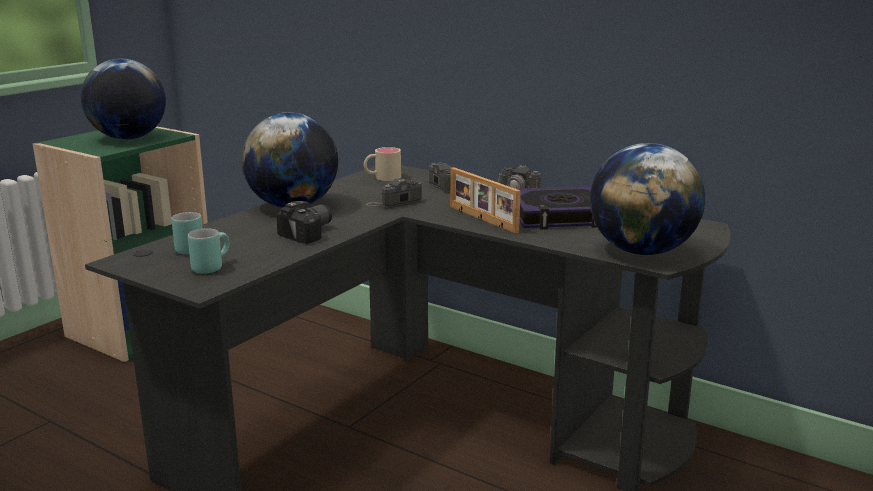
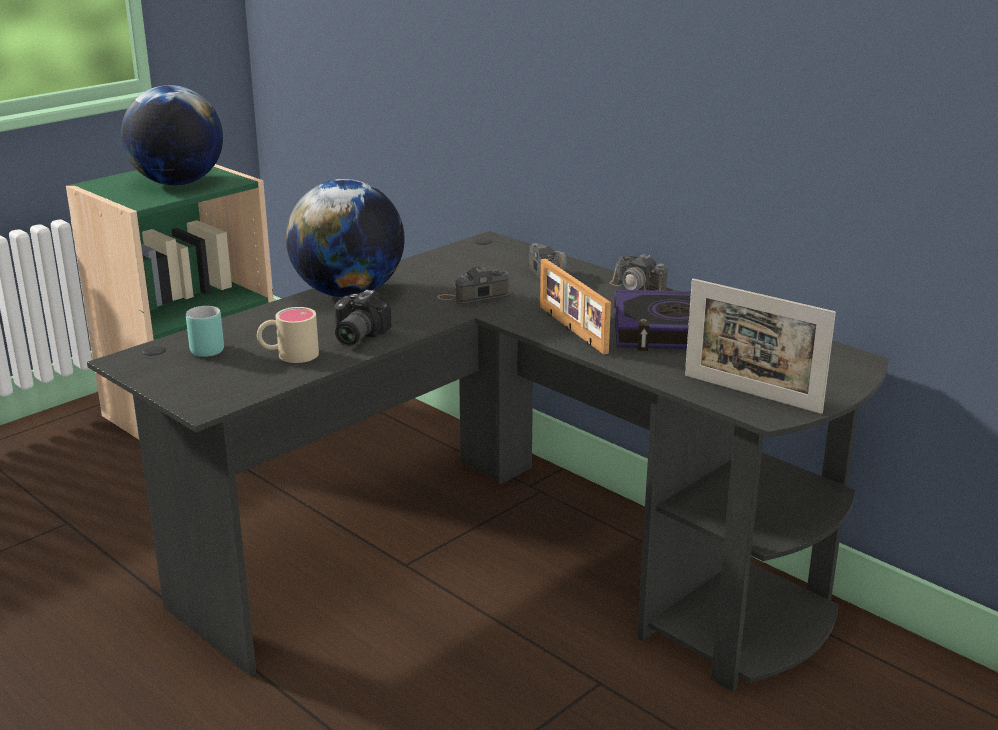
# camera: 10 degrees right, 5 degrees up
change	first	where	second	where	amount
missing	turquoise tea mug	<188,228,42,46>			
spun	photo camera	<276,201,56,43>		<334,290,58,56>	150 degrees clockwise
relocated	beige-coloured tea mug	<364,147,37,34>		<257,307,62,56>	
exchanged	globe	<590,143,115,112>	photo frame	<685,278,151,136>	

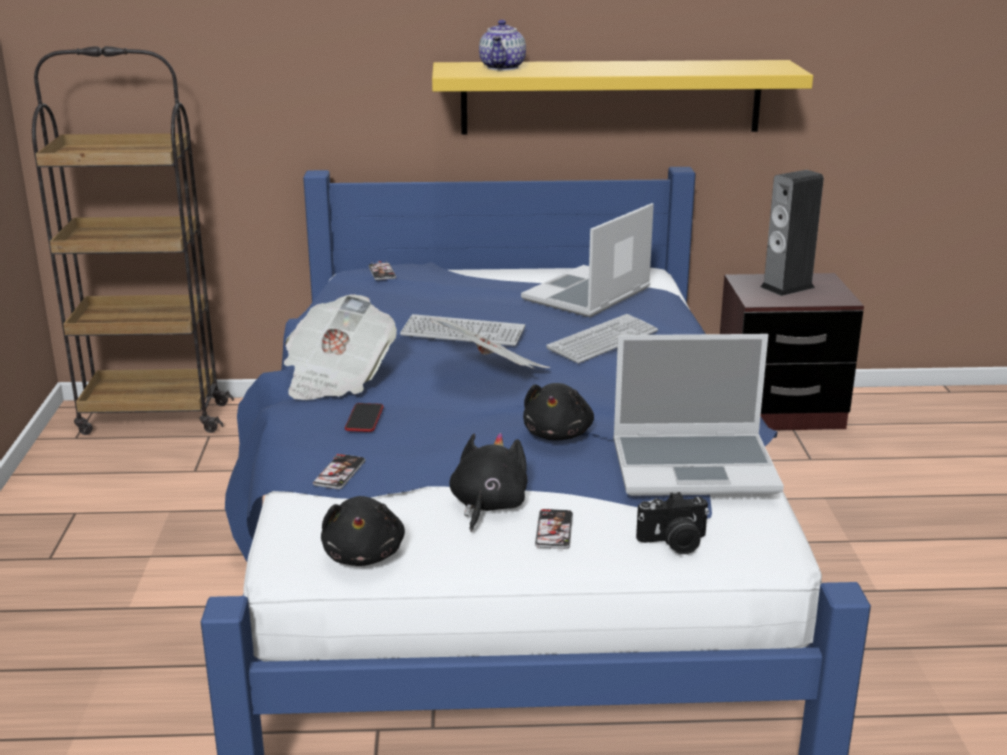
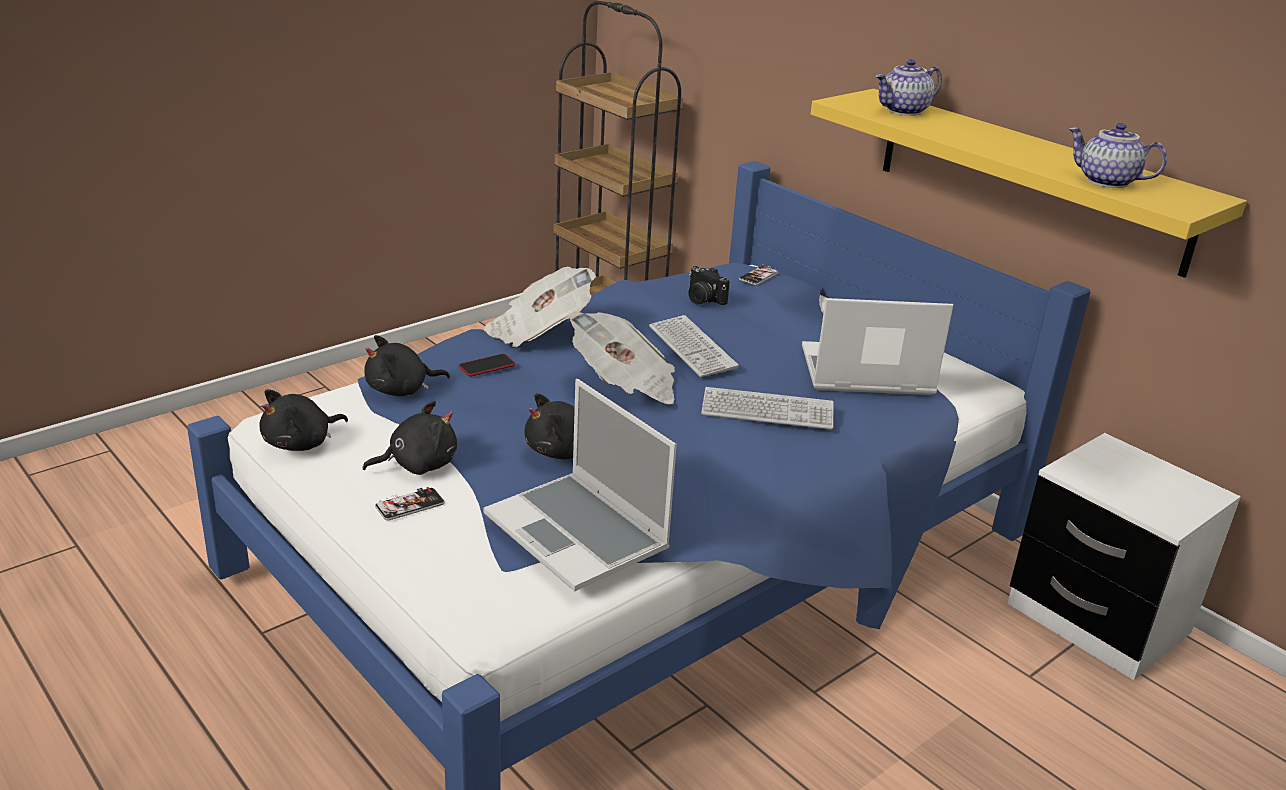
# camera: 50 degrees right, 5 degrees up
change	first	where	second	where	amount
exchanged	telephone	<313,454,52,35>	black-coloured soft toy	<364,335,86,61>	
relocated	photo camera	<636,492,73,62>		<688,266,42,39>	
colour	brown nightstand	<720,273,144,157>	white nightstand	<1007,433,234,247>	
missing	speaker	<760,170,64,126>			
appeared			pot for tea	<1068,123,99,65>	

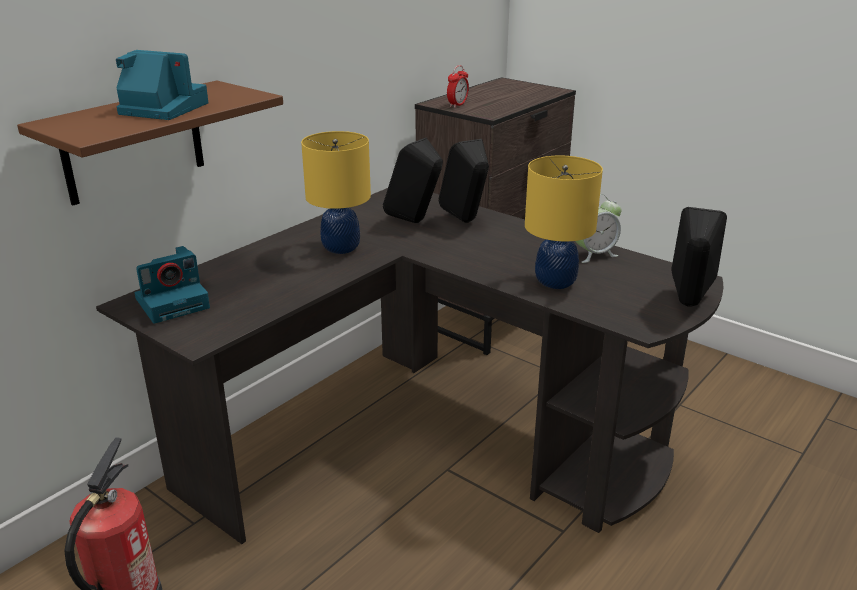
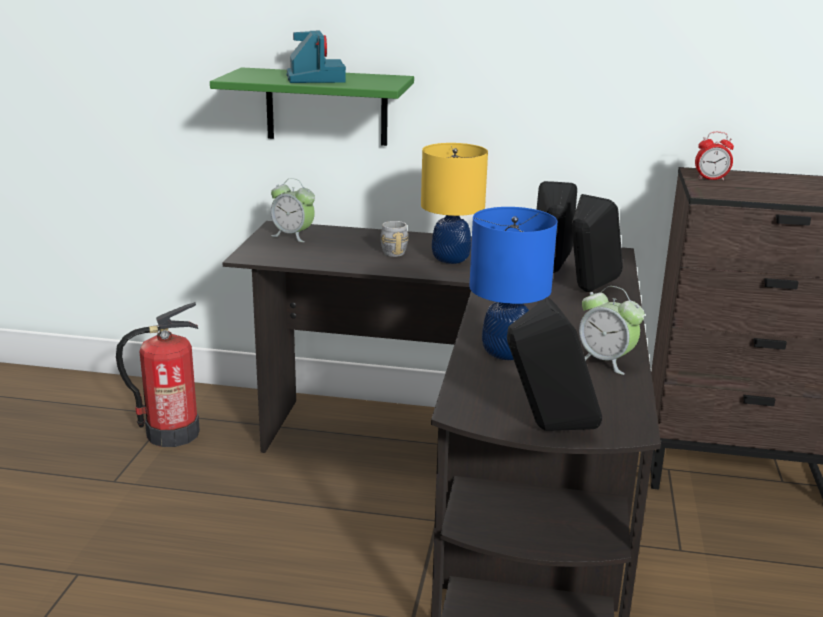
# camera: 60 degrees right, 5 degrees down
change	first	where	second	where	amount
colour	brown shelf	<17,80,266,126>	greenish shelf	<210,67,204,79>	
exchanged	photo camera	<135,246,75,78>	alarm clock	<271,178,44,64>	
colour	yellowish table lamp	<525,156,78,133>	blue-coloured table lamp	<469,207,88,153>	
appeared			gray tea mug	<381,221,27,36>	

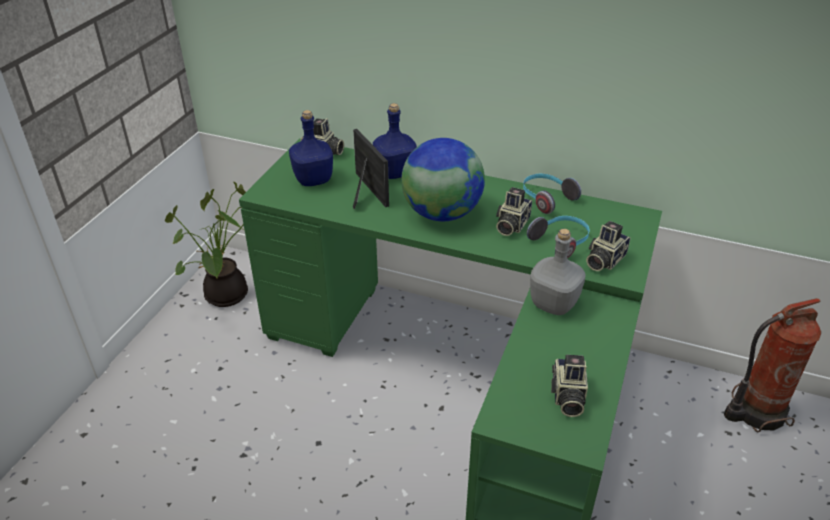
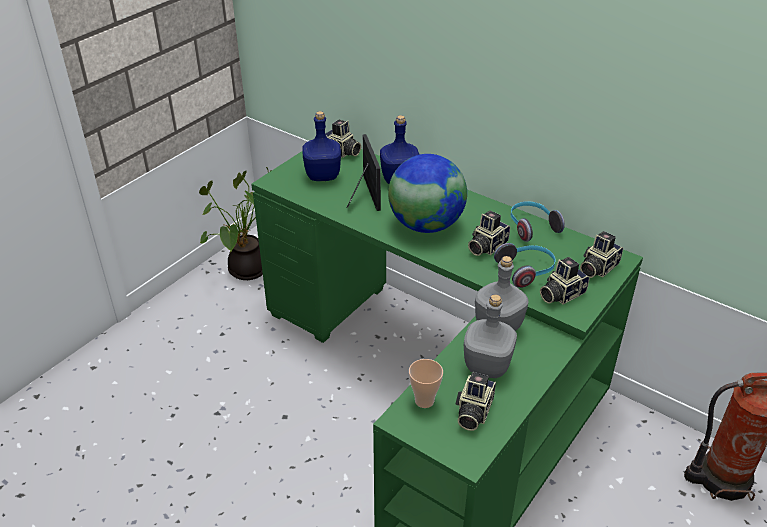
# camera: 15 degrees right, 0 degrees up
change	first	where	second	where	amount
appeared			cup	<409,359,34,49>	
appeared			gray beverage bottle	<464,294,53,84>	
appeared			photo camera	<580,231,43,47>	

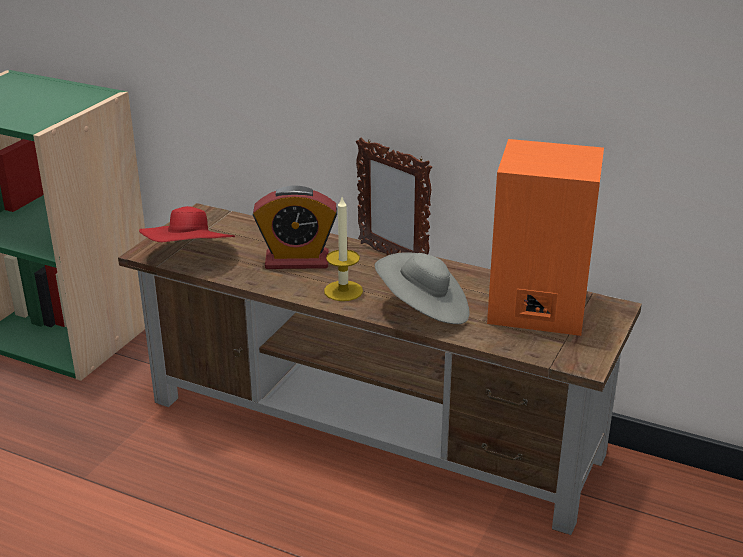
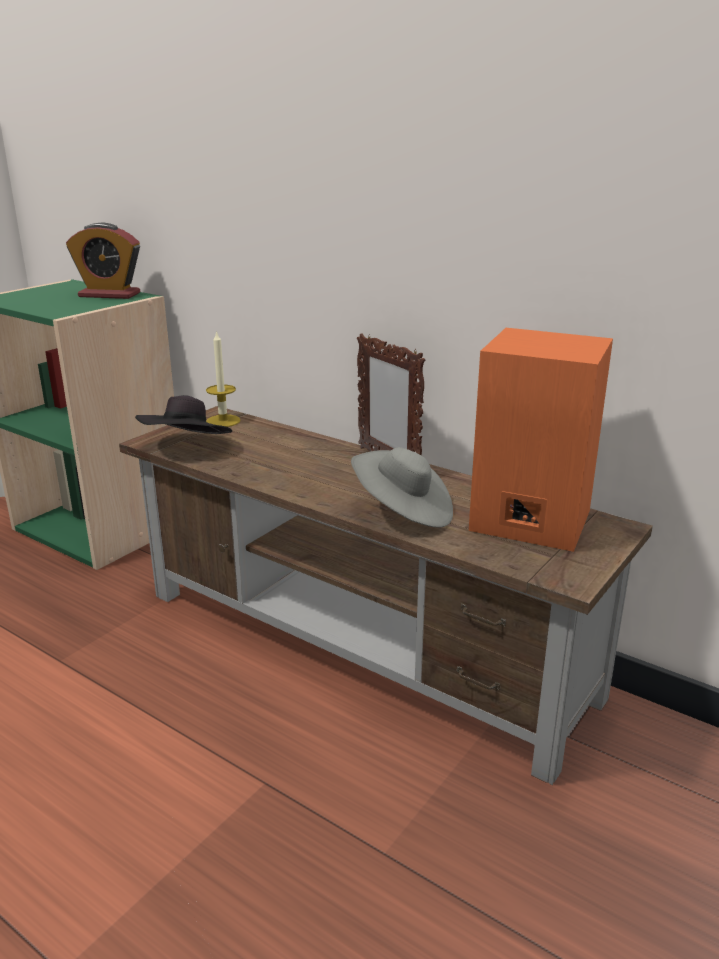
# camera: 10 degrees right, 5 degrees down
change	first	where	second	where	amount
colour	reddish hat	<139,206,96,36>	black-coloured hat	<135,395,97,39>	
relocated	alarm clock	<253,185,84,84>		<66,222,75,77>	
relocated	wax light	<324,197,39,104>		<206,330,35,97>	

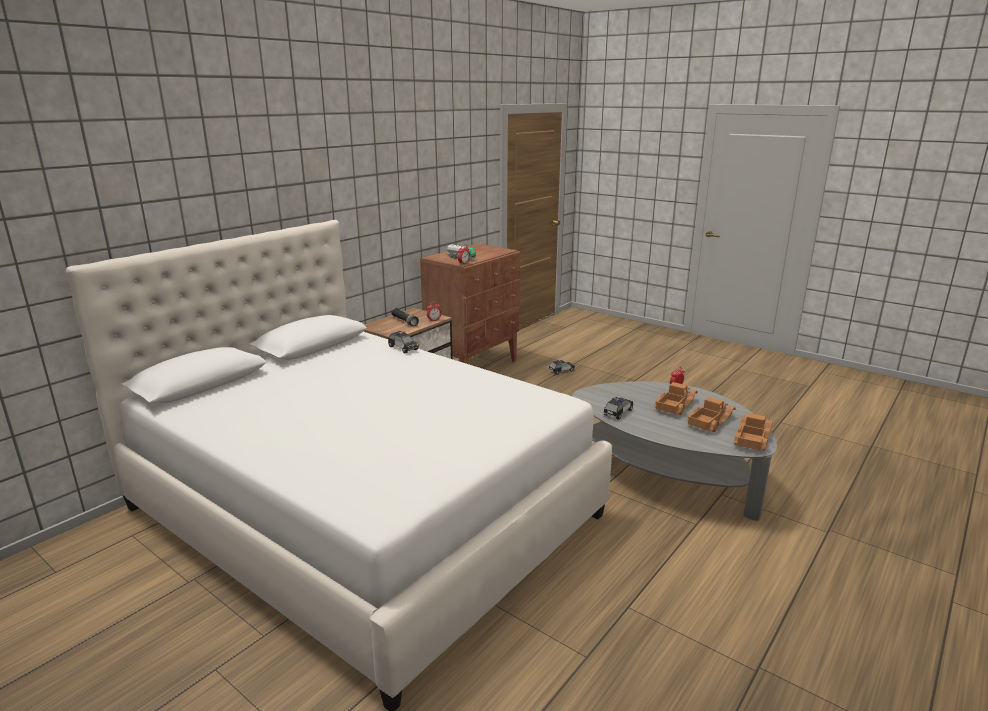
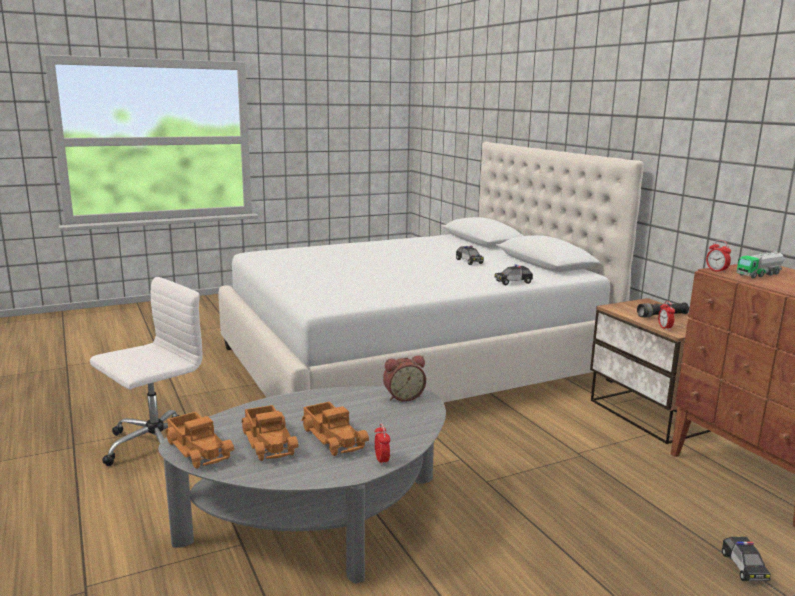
# camera: 115 degrees right, 5 degrees down
change	first	where	second	where	amount
relocated	toy car	<604,397,29,23>		<456,246,28,19>	
appeared			white computer chair	<90,277,112,189>	
appeared			alarm clock	<383,355,43,47>	

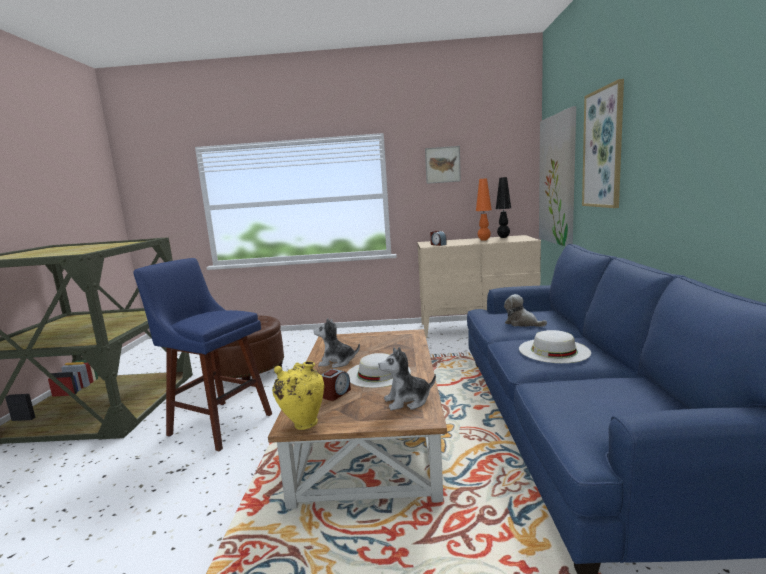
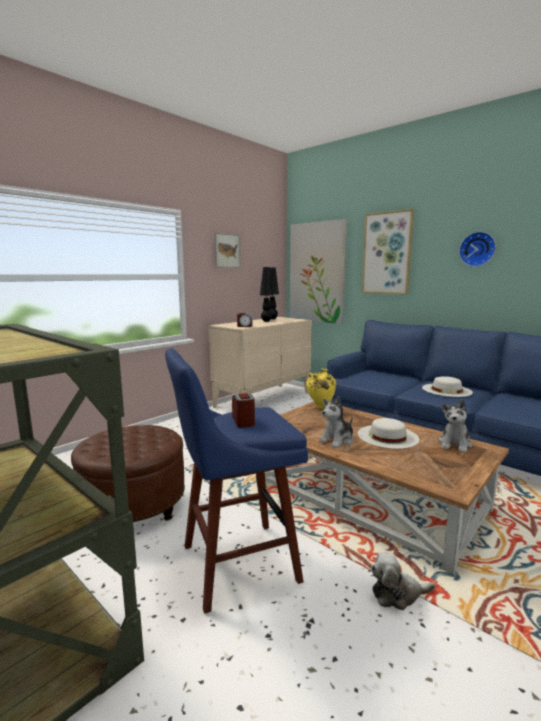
# camera: 50 degrees left, 0 degrees up
change	first	where	second	where	amount
relocated	yellowish decorative vase	<272,361,52,69>		<306,369,30,40>	
relocated	alarm clock	<321,369,30,32>		<232,393,23,34>	
colour	orangey table lamp	<476,178,16,63>	black-coloured table lamp	<260,267,13,55>	
relocated	soft toy	<504,294,43,33>		<371,552,64,58>	
appeared			wall clock	<459,232,37,35>	

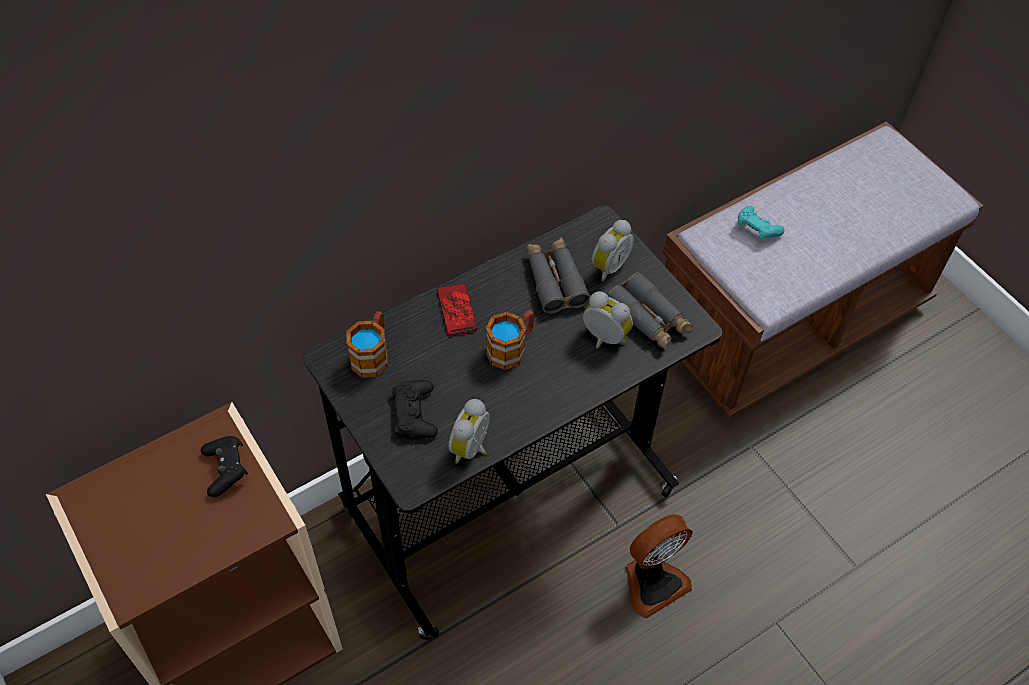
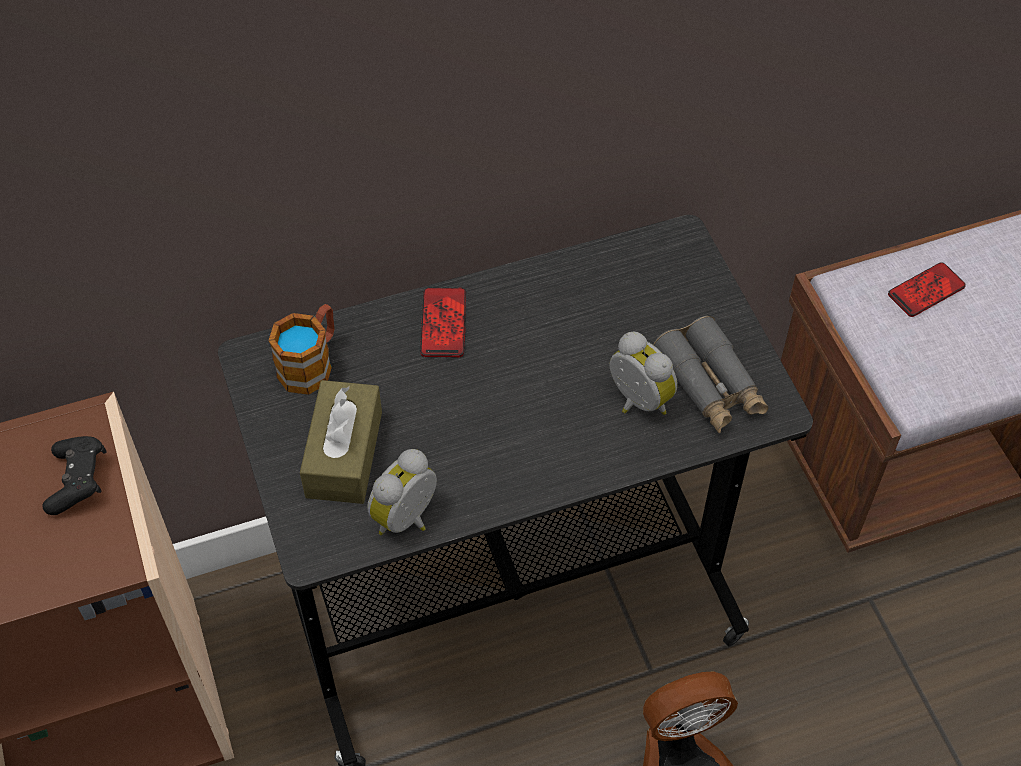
# camera: 15 degrees right, 0 degrees up
change	first	where	second	where	amount
exchanged	black-coloured joypad	<392,380,46,58>	brown tissue box	<300,380,82,124>	
missing	tea mug	<486,310,49,60>			
missing	gray field glasses	<527,237,63,76>			
missing	alarm clock	<592,220,42,62>			
exchanged	turquoise joypad	<738,206,46,34>	telephone	<888,262,78,55>	

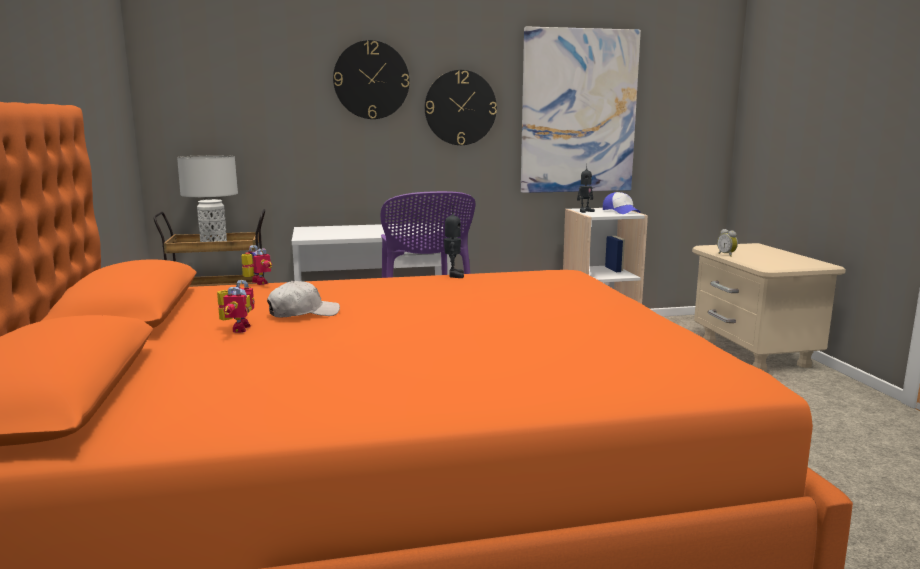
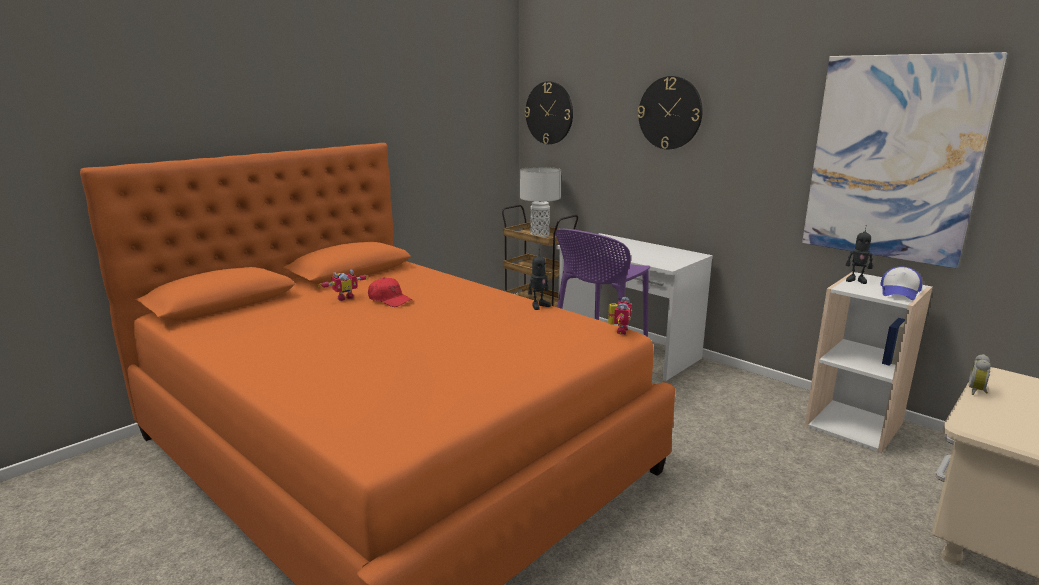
# camera: 55 degrees right, 5 degrees up
change	first	where	second	where	amount
relocated	toy robot	<241,245,31,40>		<608,297,24,38>	
colour	white peaked cap	<267,281,73,37>	reddish peaked cap	<368,277,44,30>	
relocated	wall clock	<425,70,72,75>		<524,81,49,63>	

